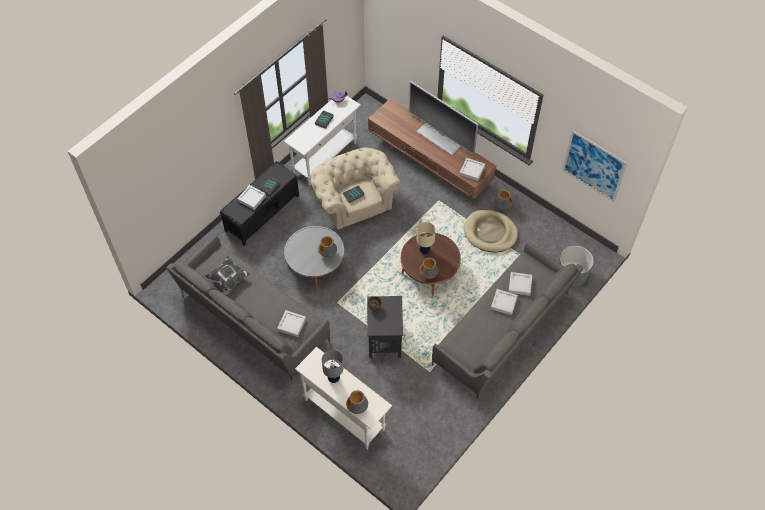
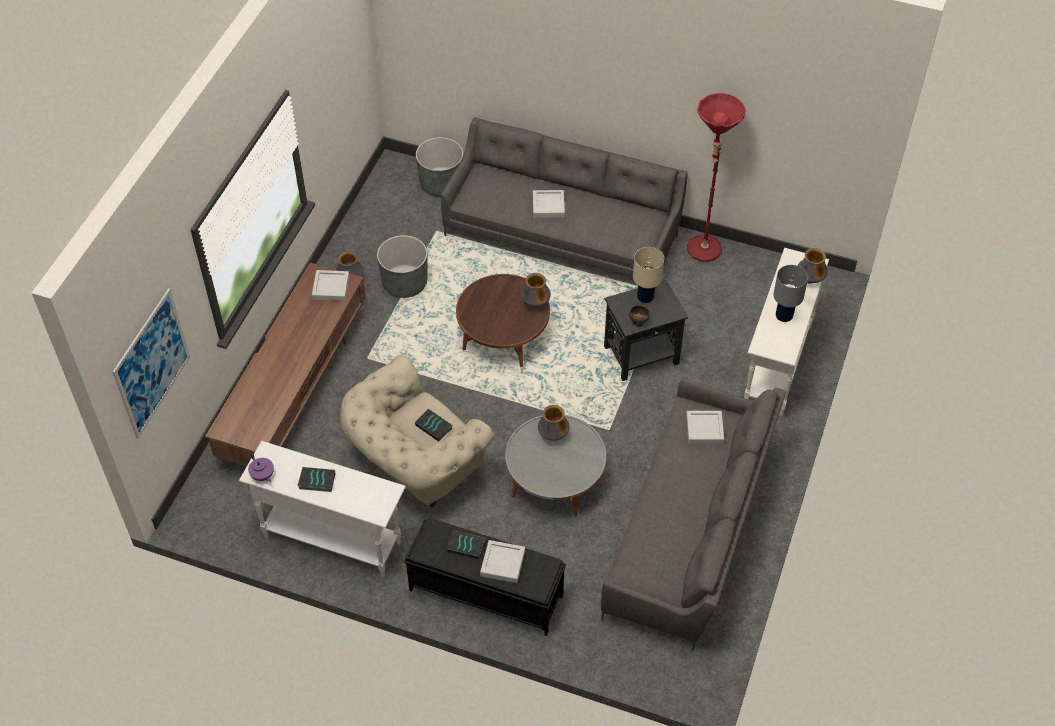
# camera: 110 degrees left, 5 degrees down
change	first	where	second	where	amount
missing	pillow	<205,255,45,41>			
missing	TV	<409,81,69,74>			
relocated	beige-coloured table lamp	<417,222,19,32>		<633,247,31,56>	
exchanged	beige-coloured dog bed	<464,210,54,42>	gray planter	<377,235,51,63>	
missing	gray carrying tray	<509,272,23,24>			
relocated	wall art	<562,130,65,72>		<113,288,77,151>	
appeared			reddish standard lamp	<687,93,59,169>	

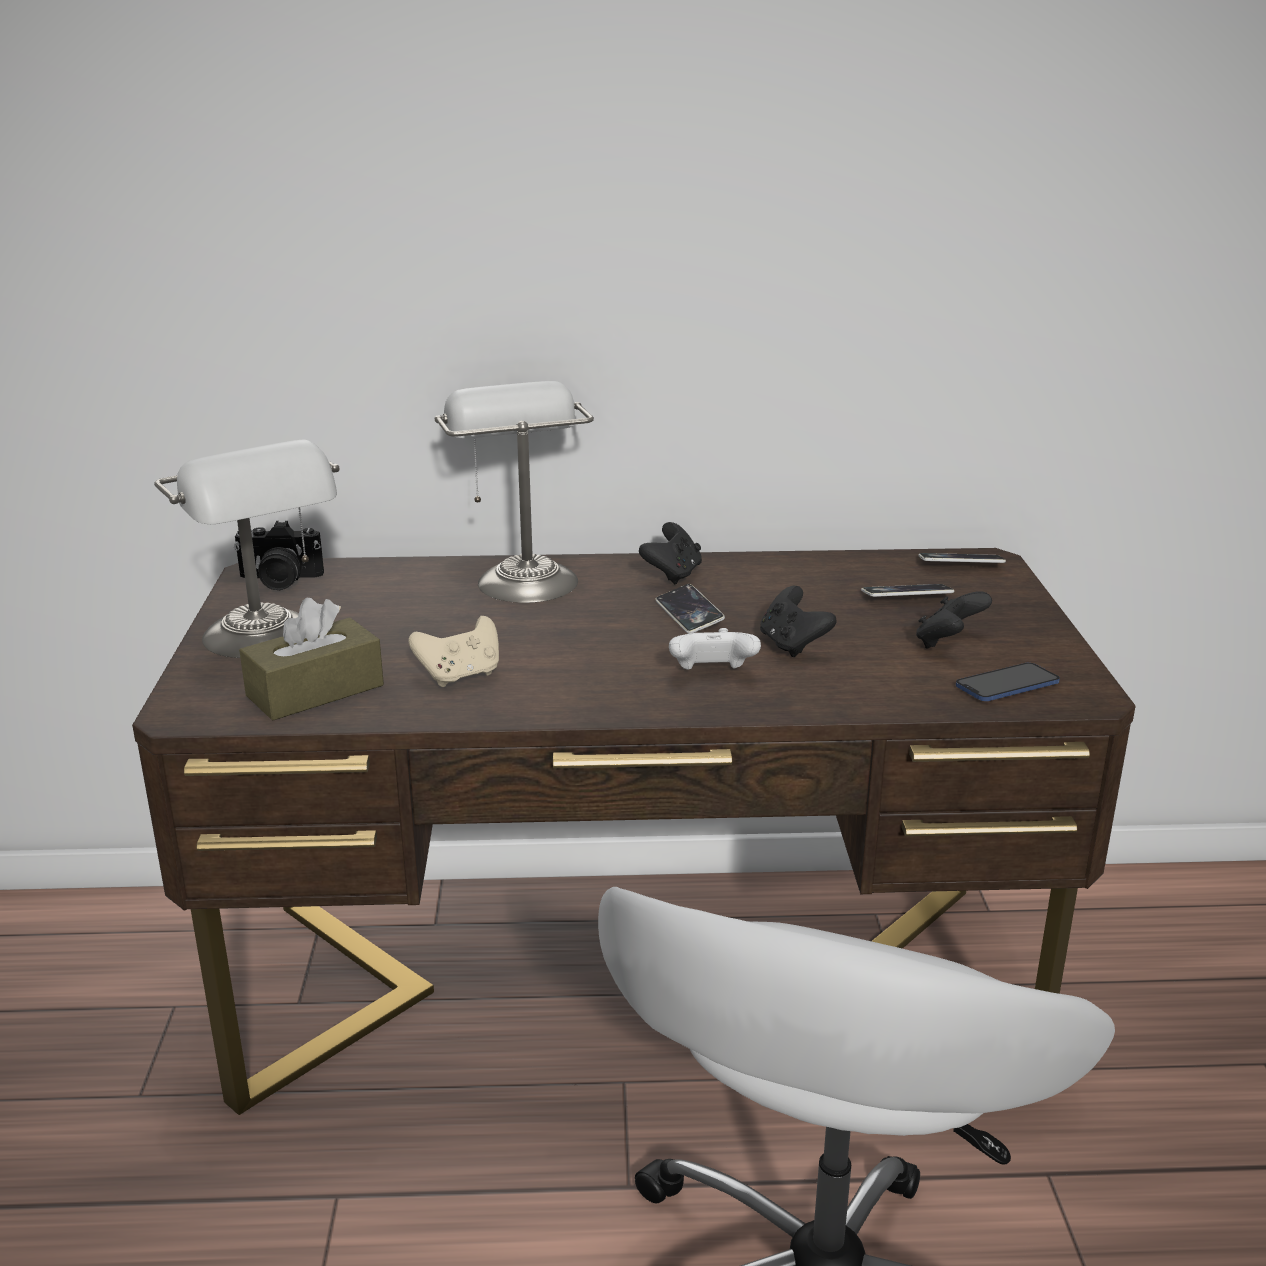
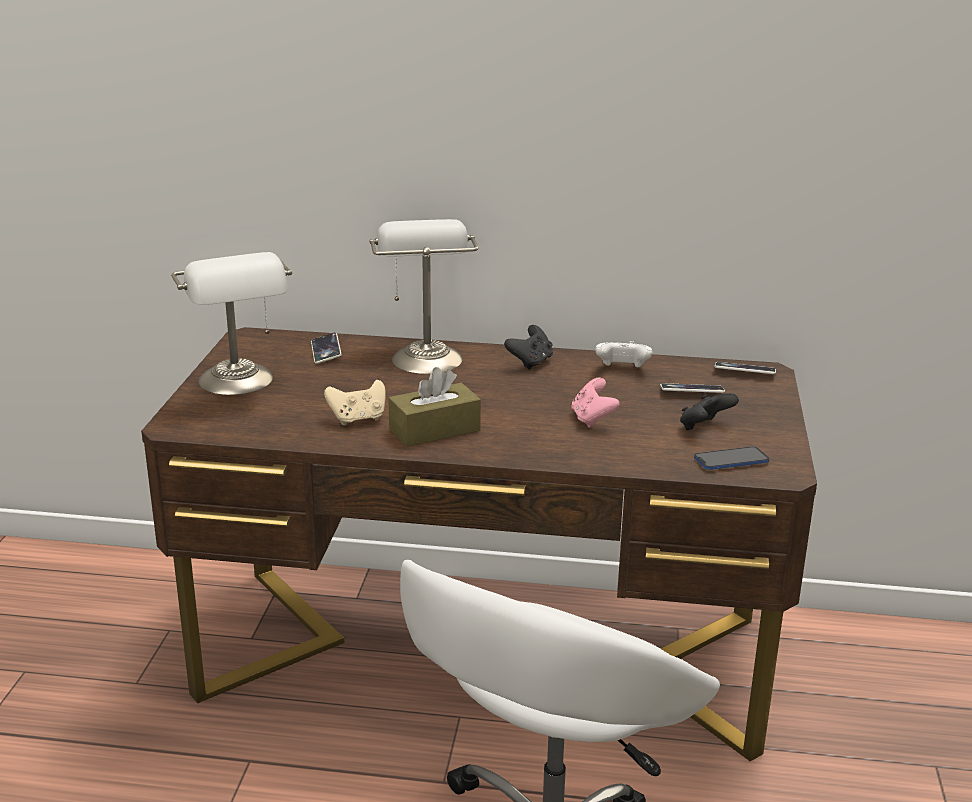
# camera: 10 degrees right, 0 degrees up
change	first	where	second	where	amount
missing	photo camera	<234,521,90,69>			
relocated	brown tissue box	<239,598,145,122>		<388,367,93,80>	
relocated	telephone	<656,584,69,50>		<311,333,31,31>	
relocated	white joypad	<669,628,92,42>		<595,341,57,27>	
colour	black-coloured joypad	<760,586,77,71>	pink-coloured joypad	<571,378,49,50>	

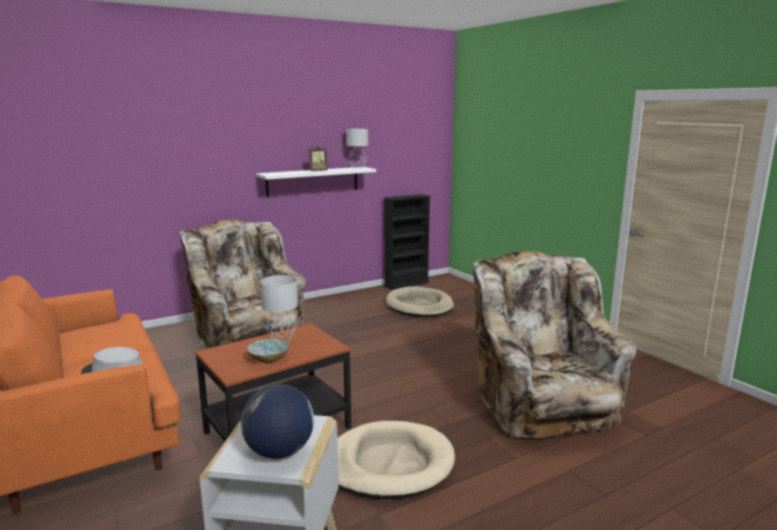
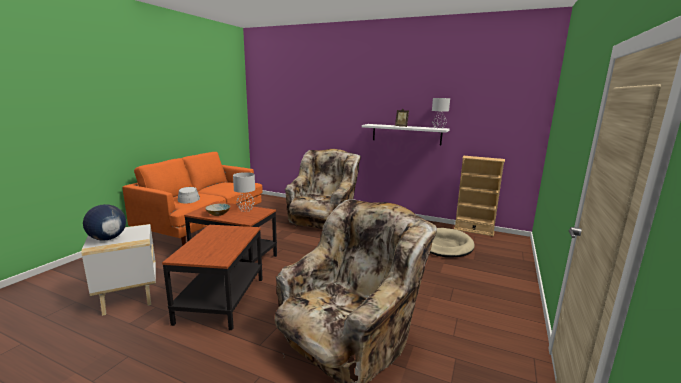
# camera: 55 degrees right, 0 degrees up
change	first	where	second	where	amount
exchanged	beige-coloured dog bed	<338,421,117,78>	end table	<162,225,101,105>	
colour	black-coloured shelving unit	<384,194,47,96>	beige-coloured shelving unit	<454,156,51,80>	

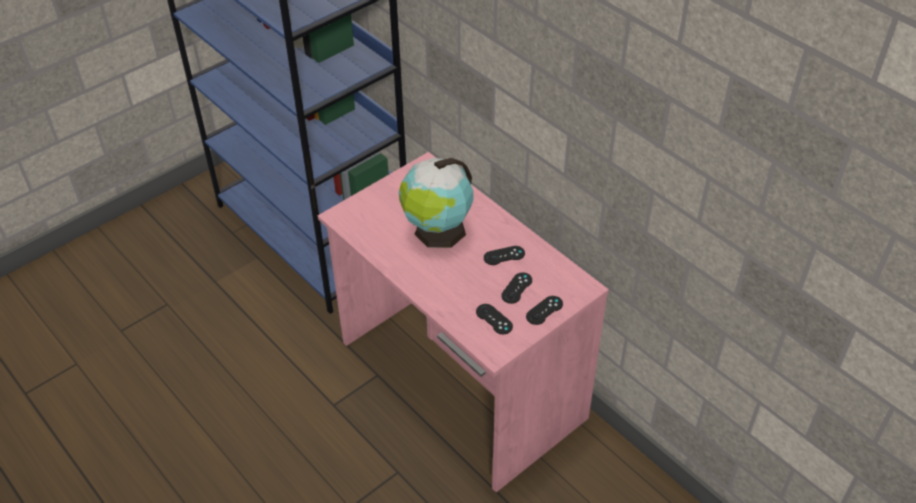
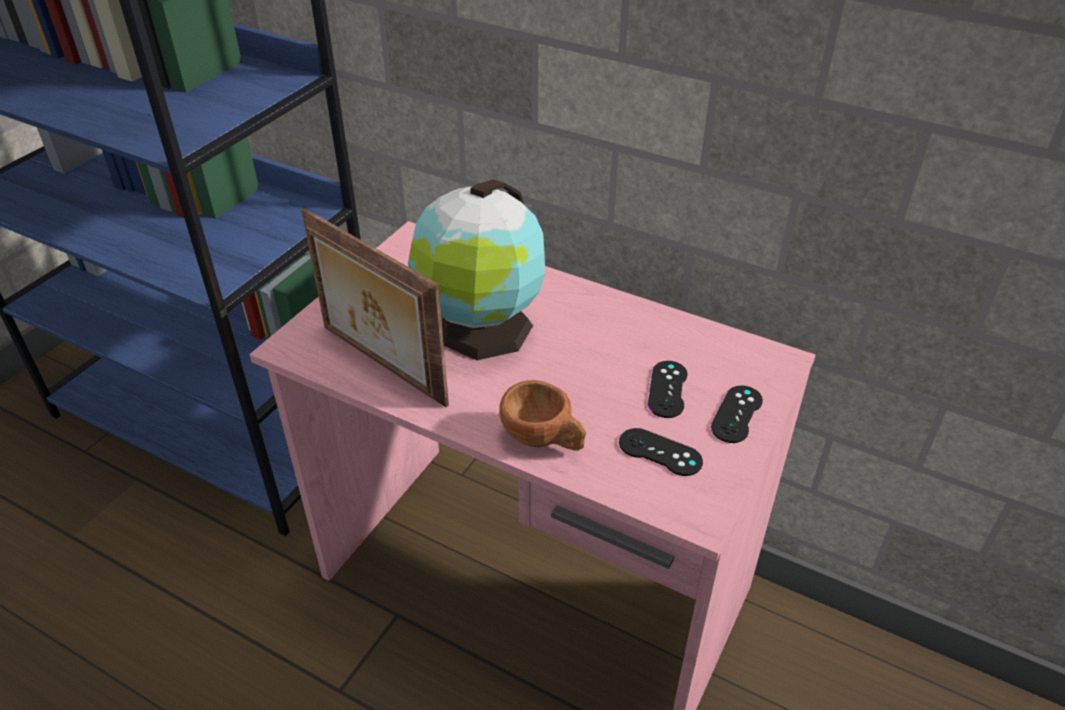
# camera: 20 degrees left, 5 degrees down
change	first	where	second	where	amount
missing	black-coloured joypad	<484,246,41,19>			
appeared			photo frame	<301,208,148,199>	
appeared			brown cup	<499,380,87,71>	

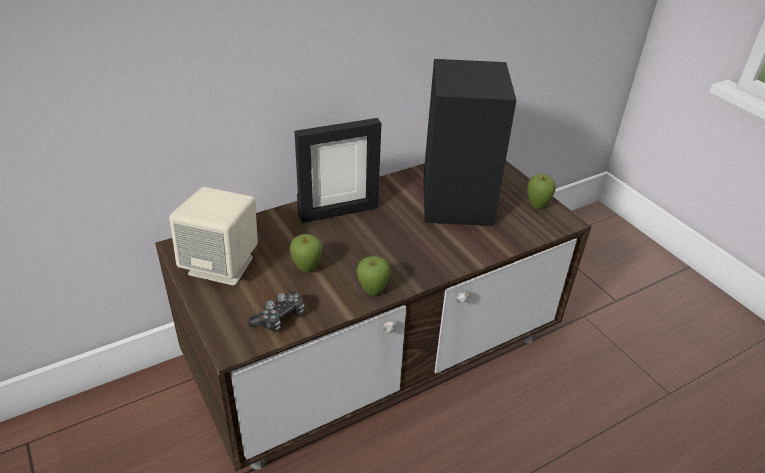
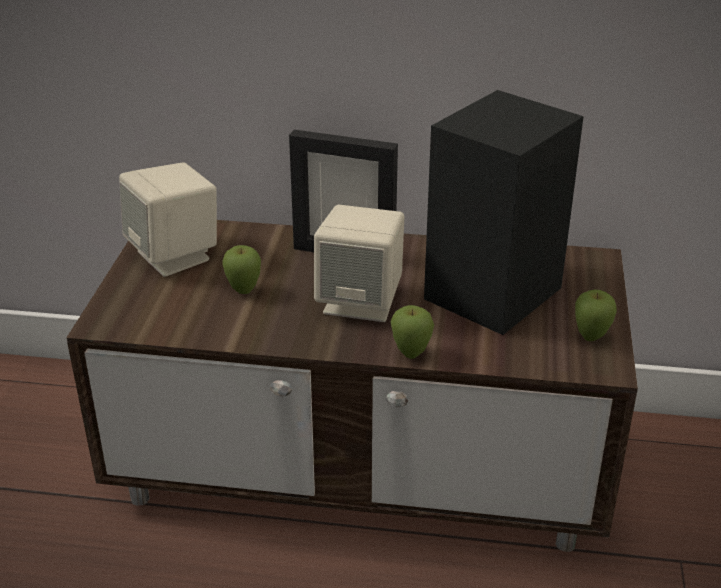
# camera: 40 degrees right, 5 degrees down
change	first	where	second	where	amount
missing	joypad	<248,292,57,40>			
relocated	apple fruit	<357,256,33,40>		<390,305,44,54>	
appeared			beige-coloured speaker	<314,205,90,117>	

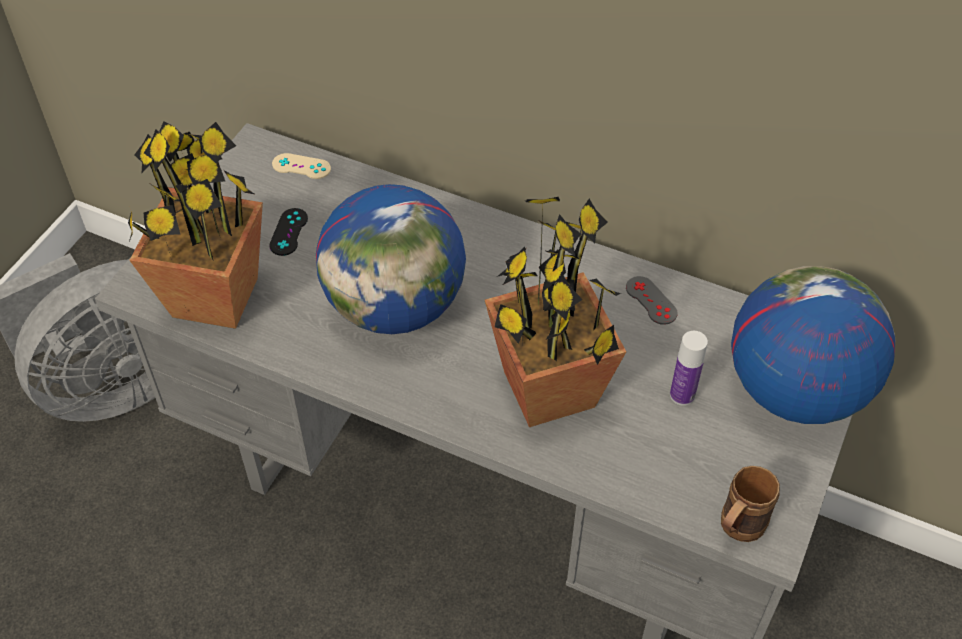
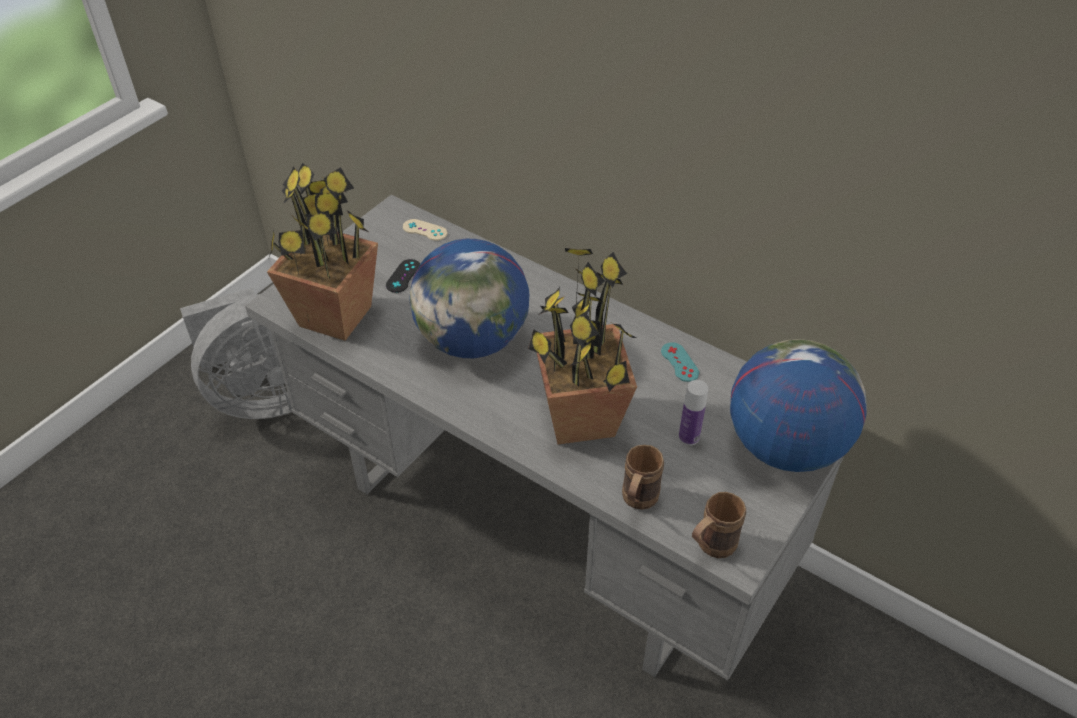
# camera: 10 degrees right, 5 degrees down
change	first	where	second	where	amount
colour	gray joypad	<626,276,52,49>	turquoise joypad	<661,342,38,40>	
appeared			brown tea mug	<622,445,42,65>	

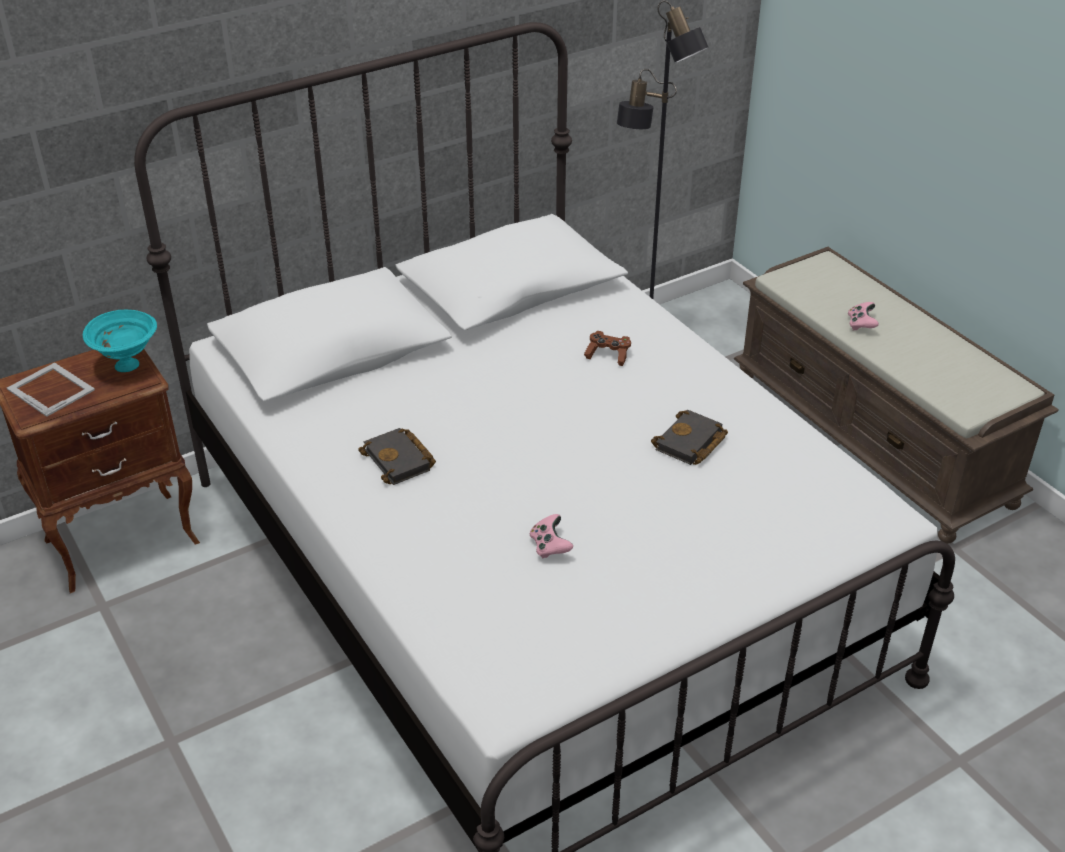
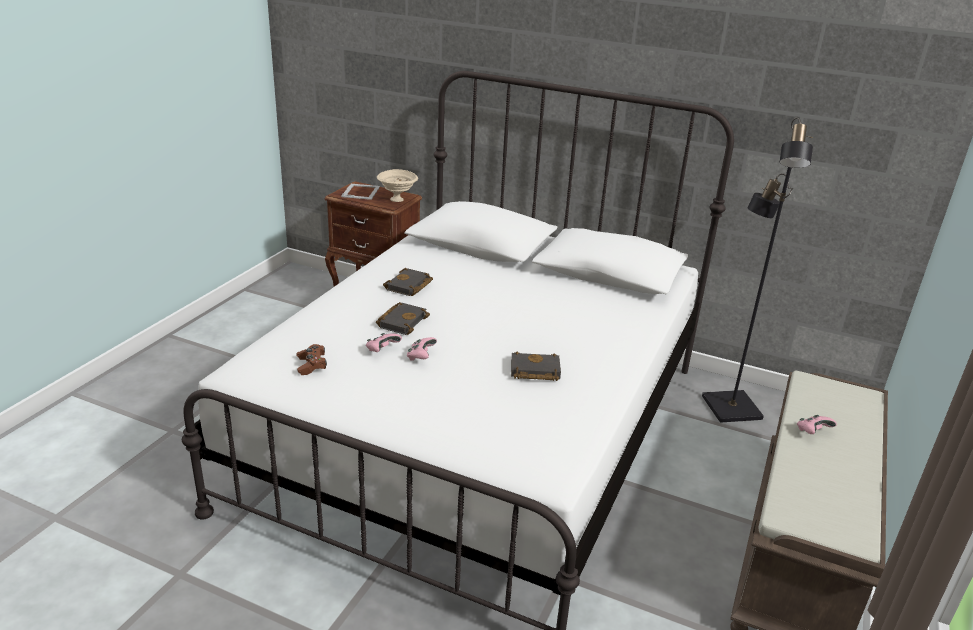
# camera: 55 degrees right, 10 degrees down
change	first	where	second	where	amount
colour	turquoise serving bowl	<83,310,74,62>	beige-coloured serving bowl	<377,169,41,33>	
relocated	brown joypad	<584,331,47,35>		<297,344,30,31>	
appeared			black-coloured volume	<376,302,54,33>	
appeared			pink-coloured joypad	<407,337,30,24>	

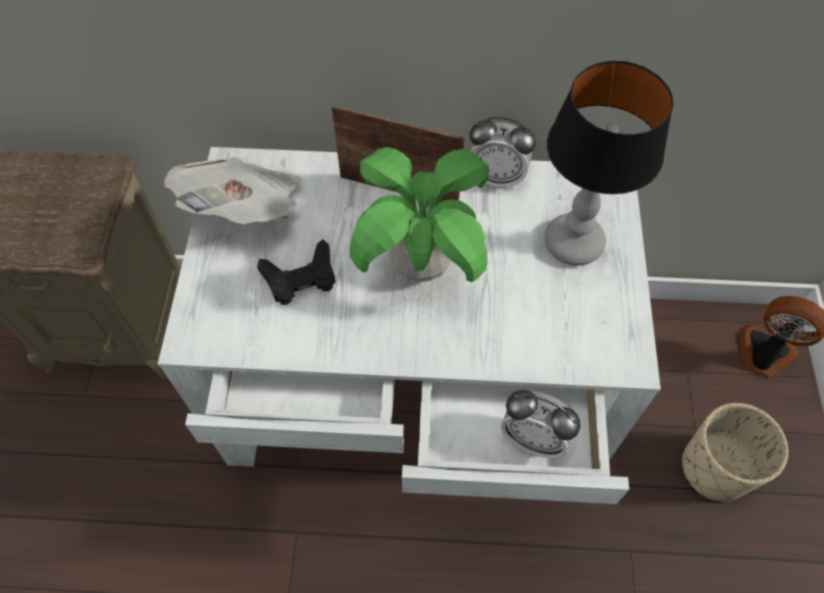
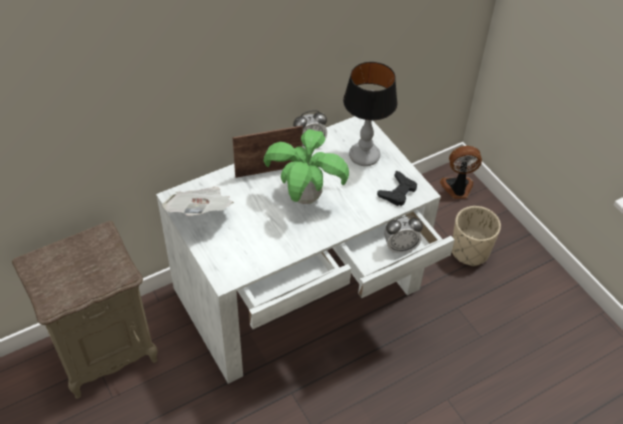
# camera: 35 degrees left, 10 degrees down
change	first	where	second	where	amount
relocated	black-coloured joypad	<257,239,79,66>		<377,171,40,35>	

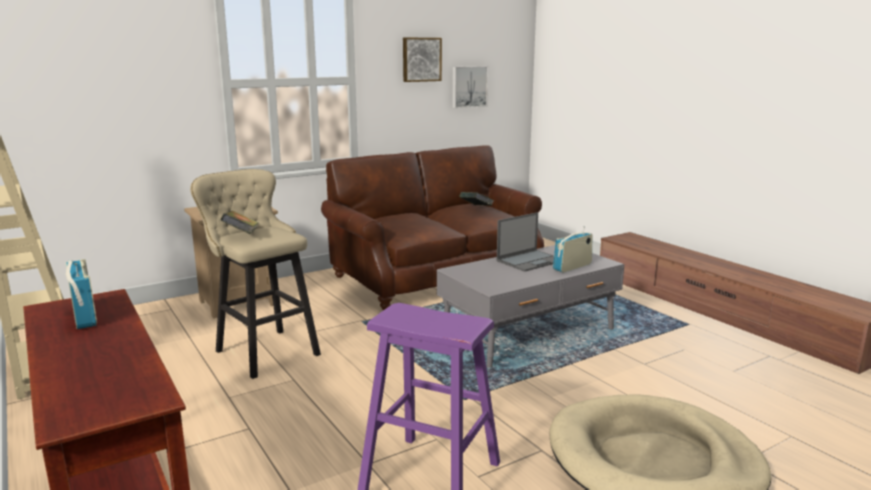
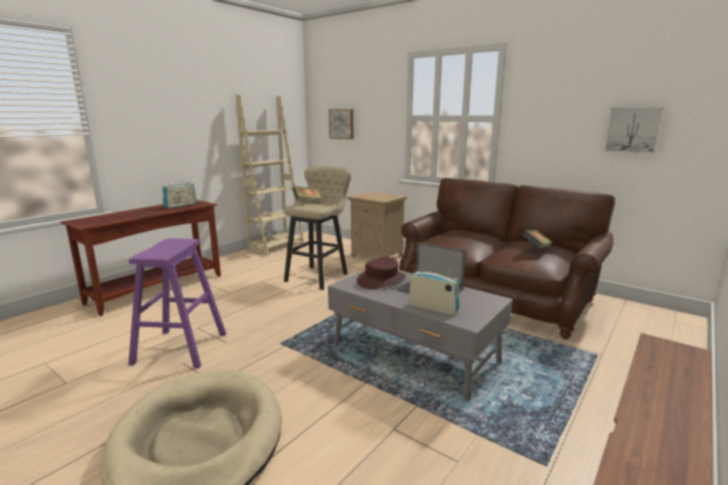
# camera: 70 degrees right, 0 degrees up
change	first	where	second	where	amount
relocated	wall art	<403,38,39,44>		<329,109,24,30>	
appeared			brown hat	<357,257,49,32>	

